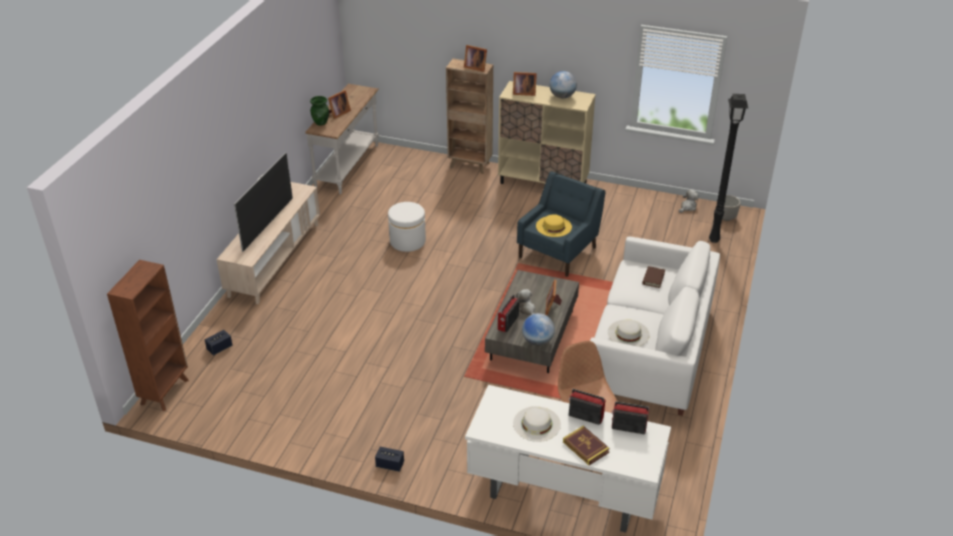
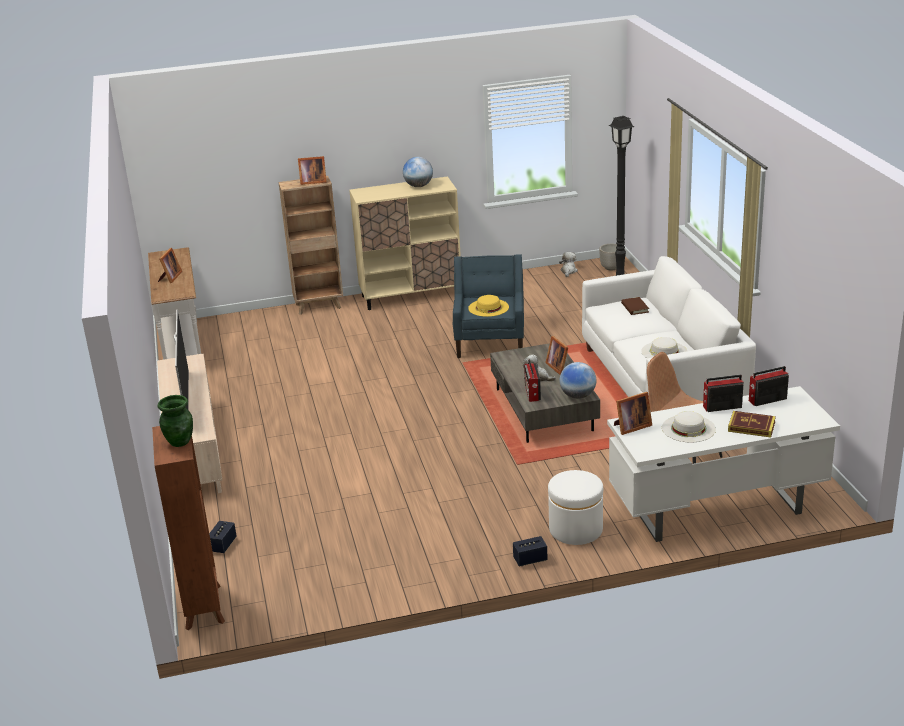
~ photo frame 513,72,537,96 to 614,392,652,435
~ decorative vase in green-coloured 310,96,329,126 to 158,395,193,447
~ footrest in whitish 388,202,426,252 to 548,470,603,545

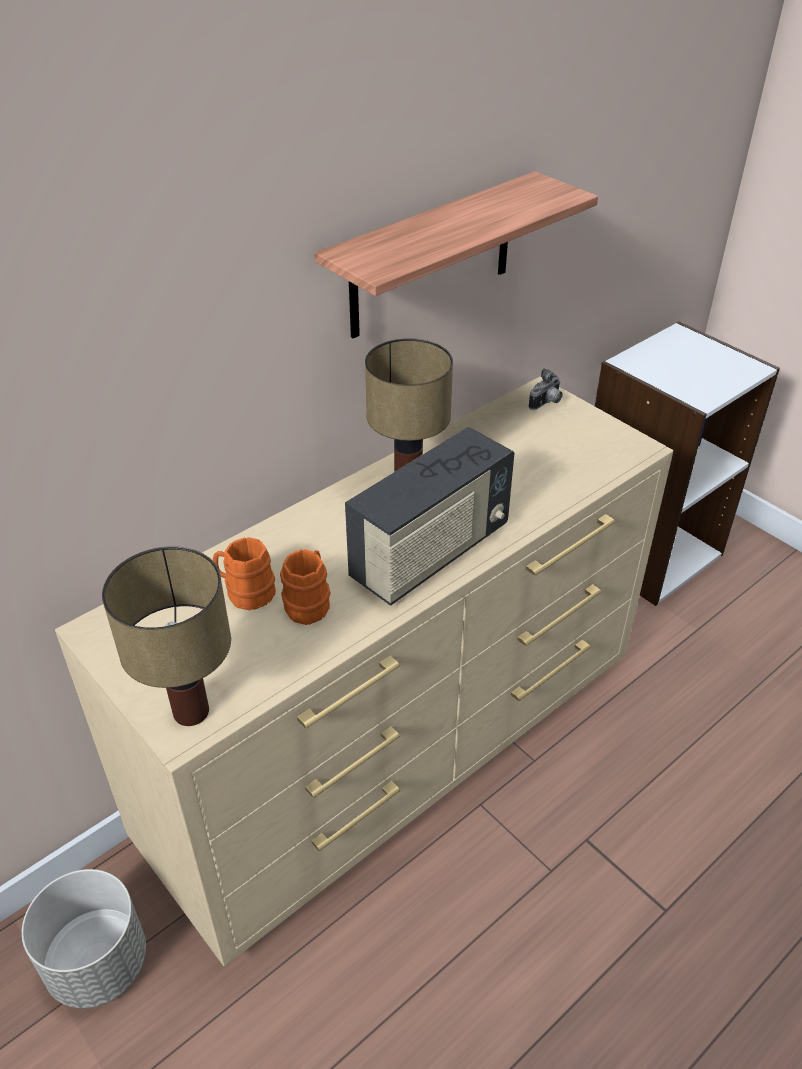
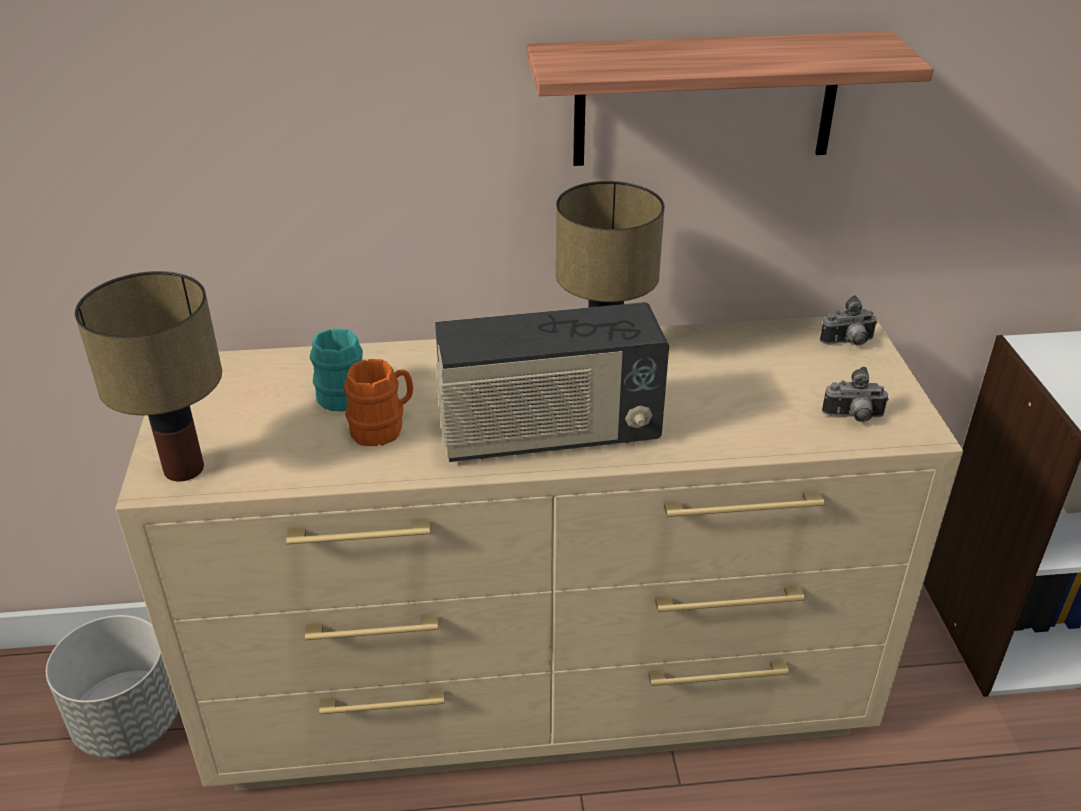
~ mug in orangey 213,537,276,610 to mug in turquoise 310,328,363,412
+ photo camera 822,367,889,422

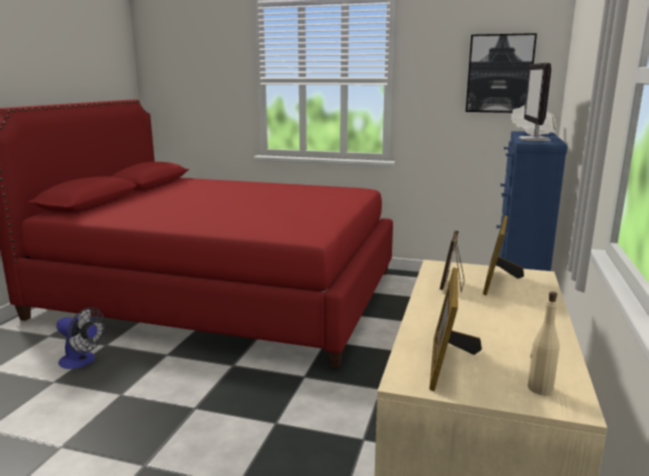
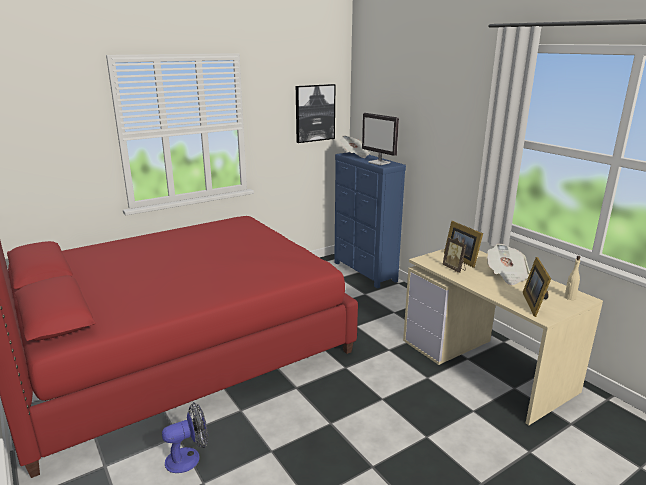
~ photo frame 429,268,482,391 = 522,257,551,317 45 degrees clockwise
+ printed paper 487,244,530,285

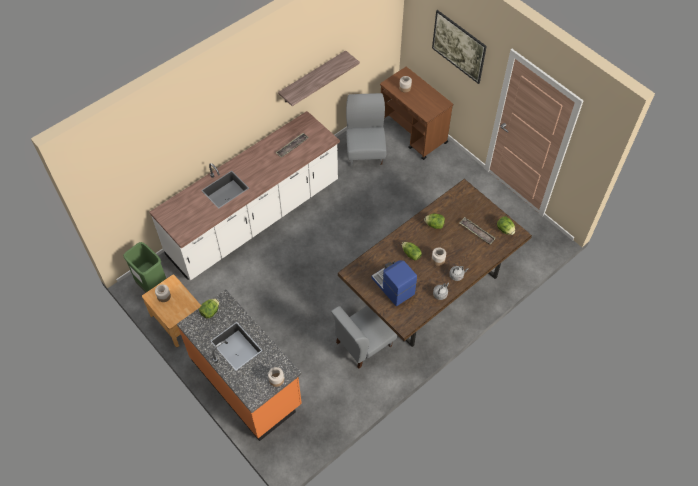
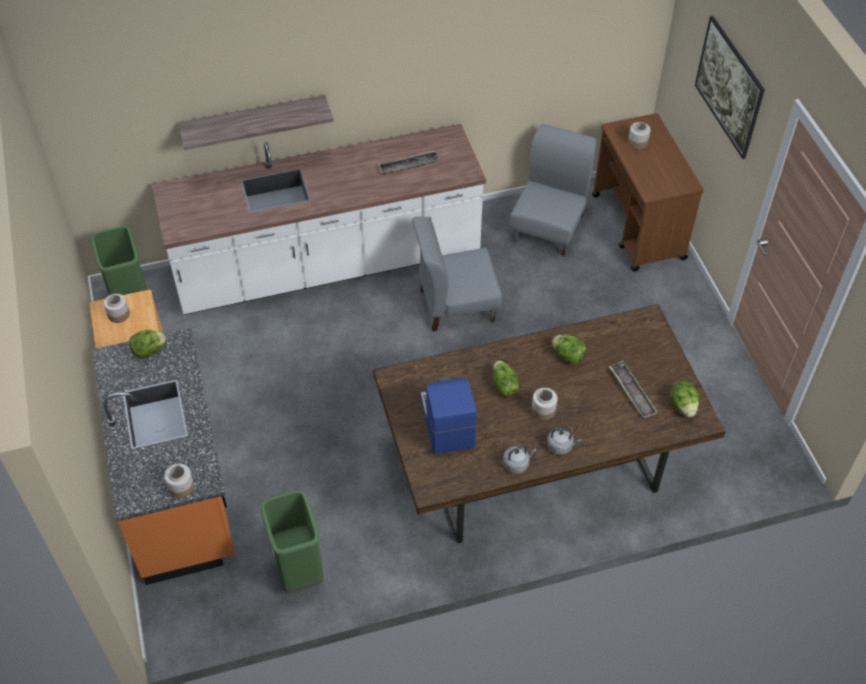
~ wall shelf 278,50,360,106 to 178,95,333,150
~ upright chair in grey 331,305,397,369 to 412,216,502,331
+ rubbish bin in green-coloured 261,490,324,593

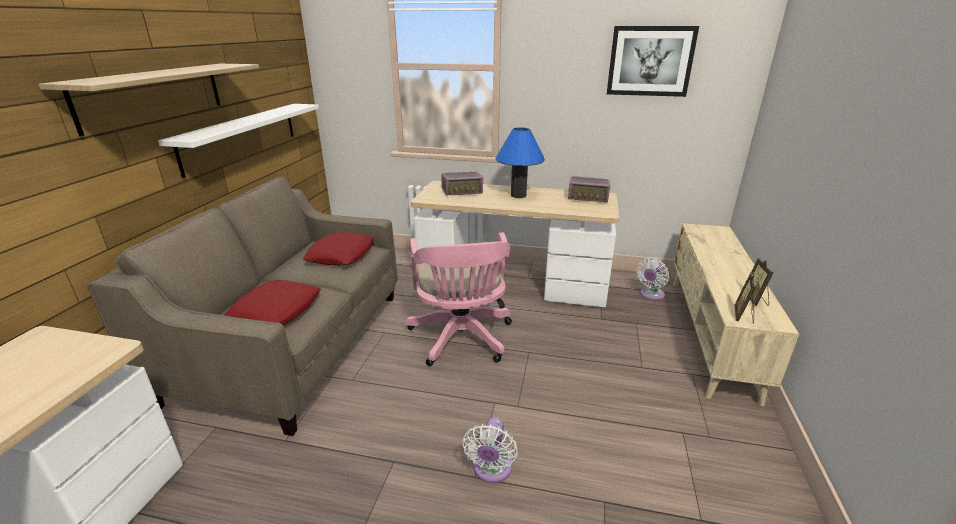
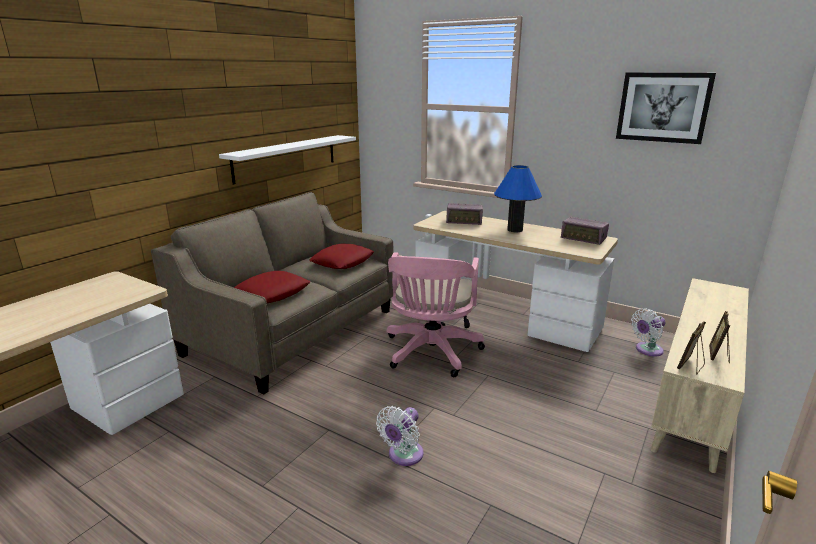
- wall shelf 39,64,259,136

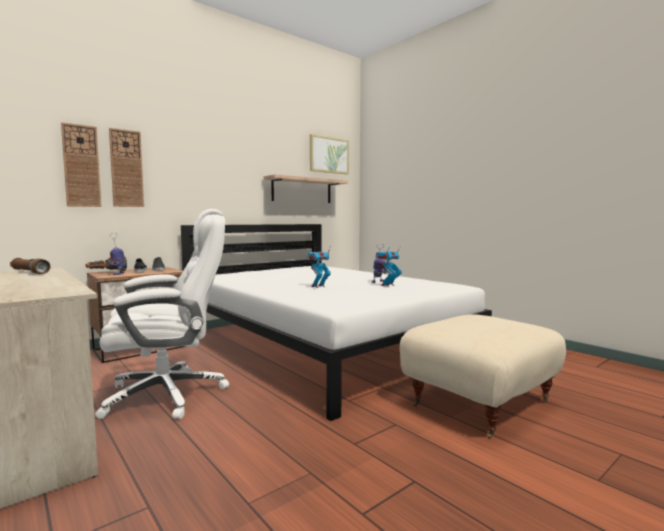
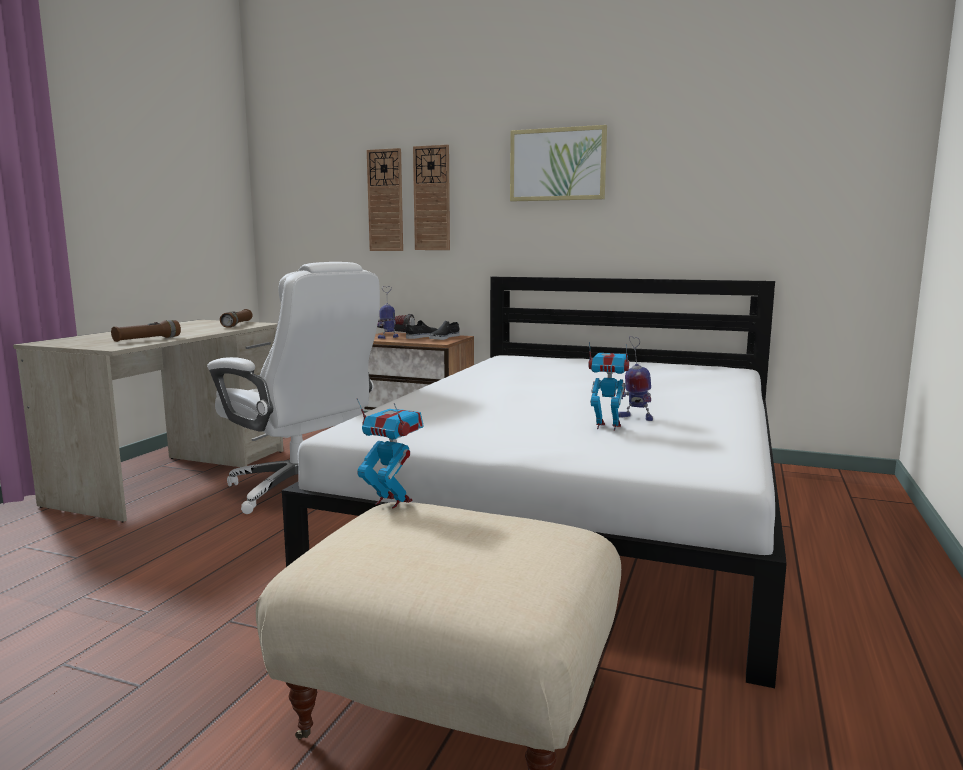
~ wall picture 310,134,349,174 to 510,125,607,201
- wall shelf 264,174,348,203
~ robot figure 307,246,331,288 to 357,398,424,509
+ flashlight in brown 111,320,181,342

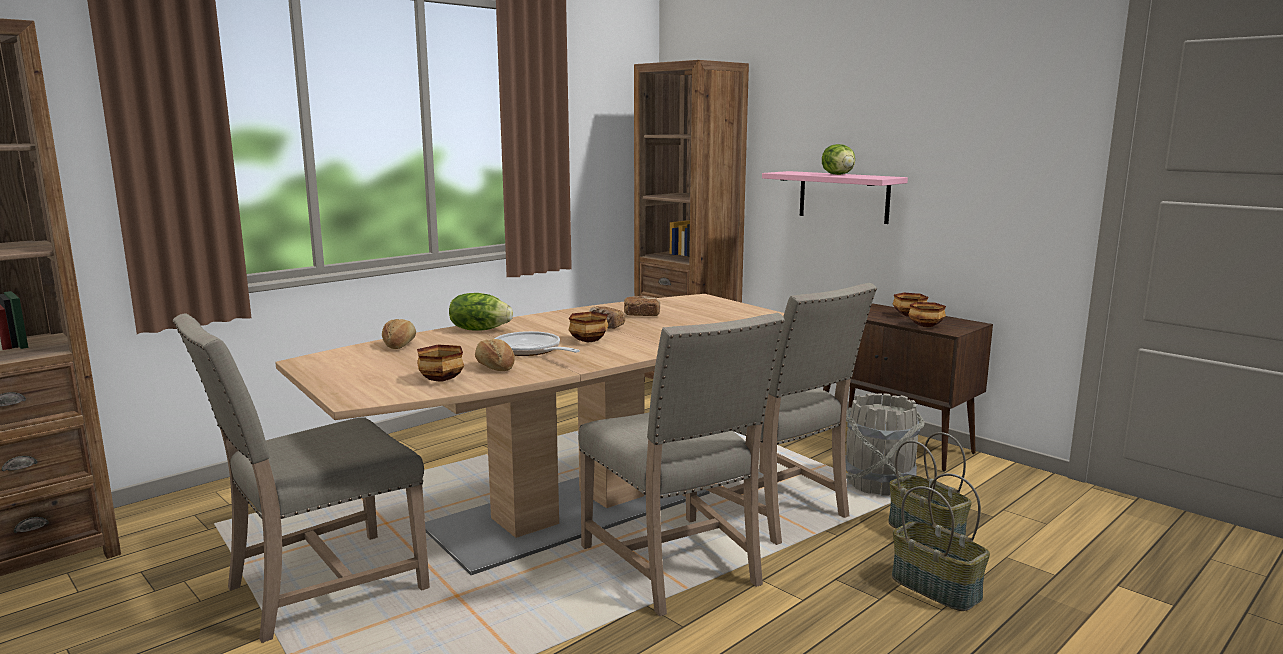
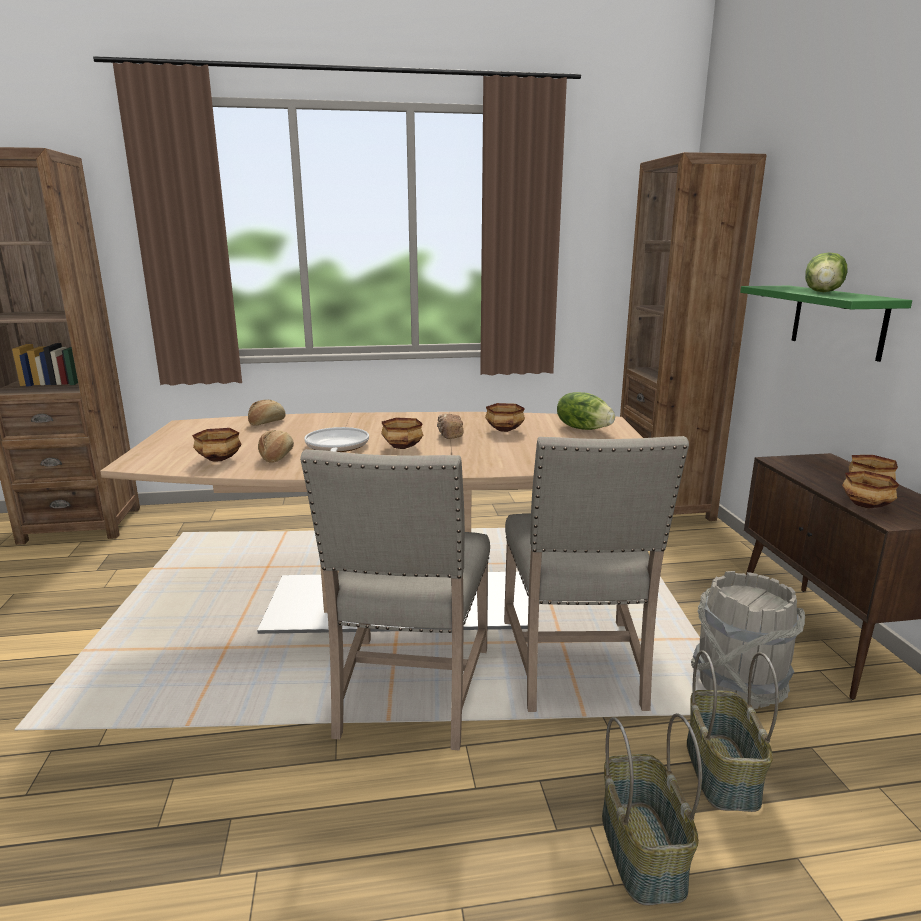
~ wall shelf in pinkish 762,171,908,224 to wall shelf in green-coloured 740,286,912,362
~ lettuce head 449,293,513,331 to 557,392,615,430
~ baked bread 624,296,660,316 to deep dish 485,403,525,432
- upright chair in beige-coloured 173,313,430,643

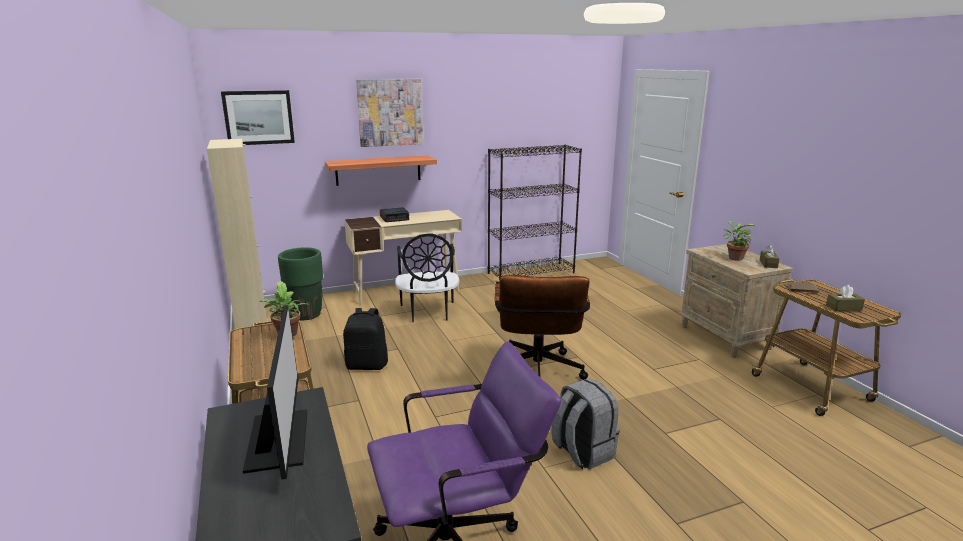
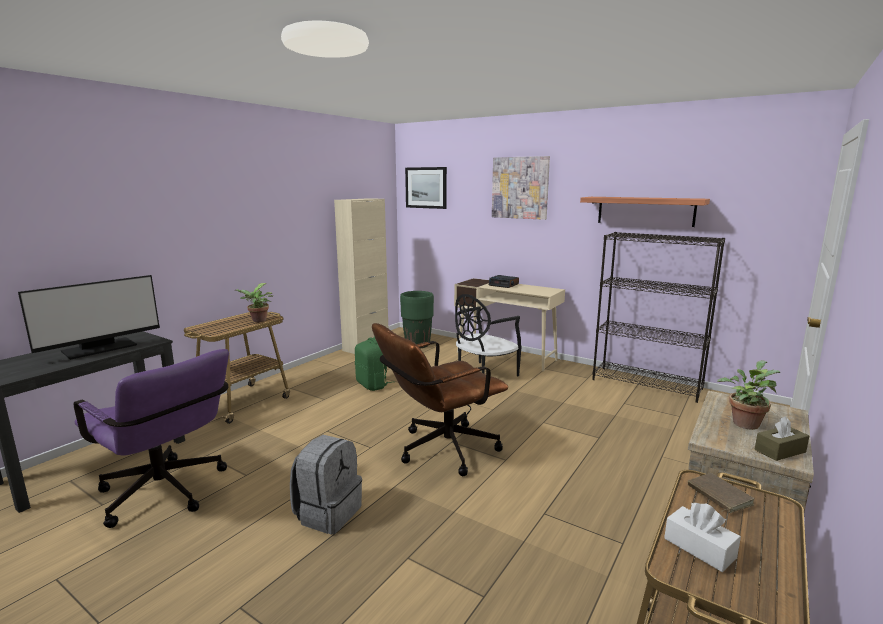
~ wall shelf 325,155,437,186 to 580,197,710,227
~ tissue box in brown 826,285,865,311 to tissue box in whitish 664,503,741,572
~ knapsack in blackish 343,308,388,370 to knapsack in green-coloured 355,336,392,391

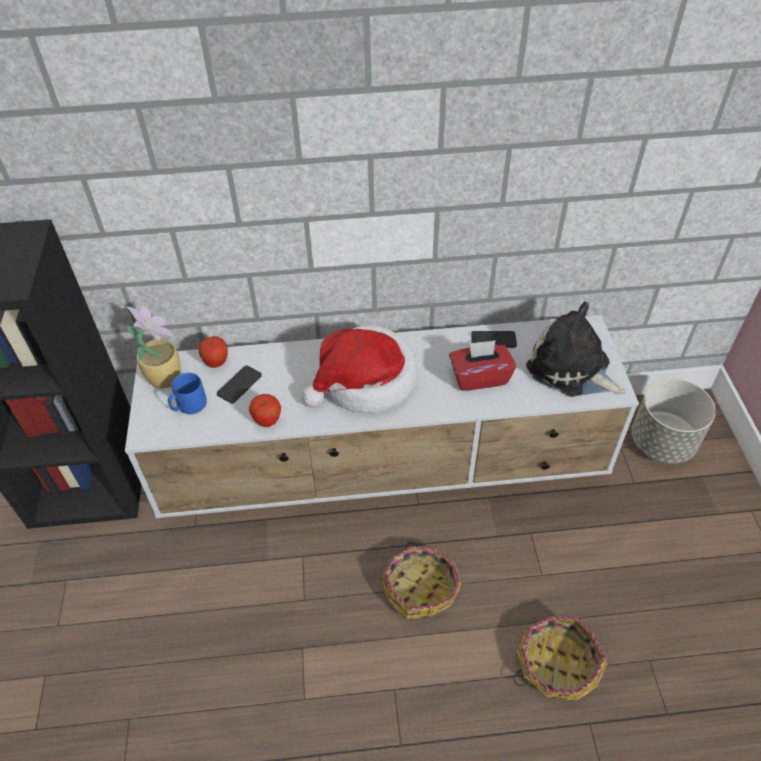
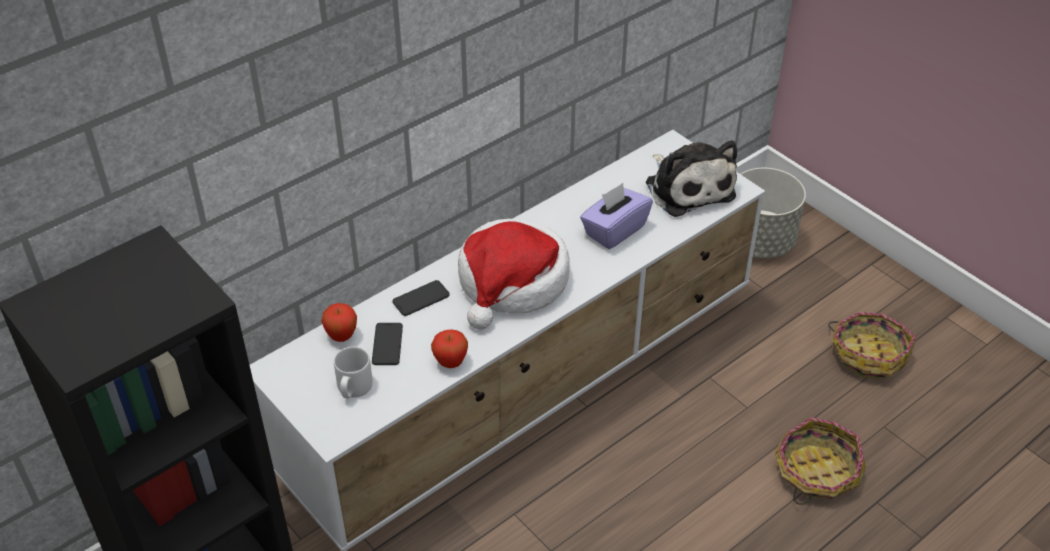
~ cuddly toy 526,302,626,397 = 646,140,737,217 120 degrees counterclockwise
- plant in a pot 127,304,181,388
~ telephone 471,331,517,348 to 393,280,450,316
~ tissue box in red 449,340,516,391 to tissue box in purple-coloured 580,183,653,249
~ mug in bluish 168,373,207,414 to mug in grey 334,347,373,398
~ storage basket 381,542,462,620 to 828,312,916,379

